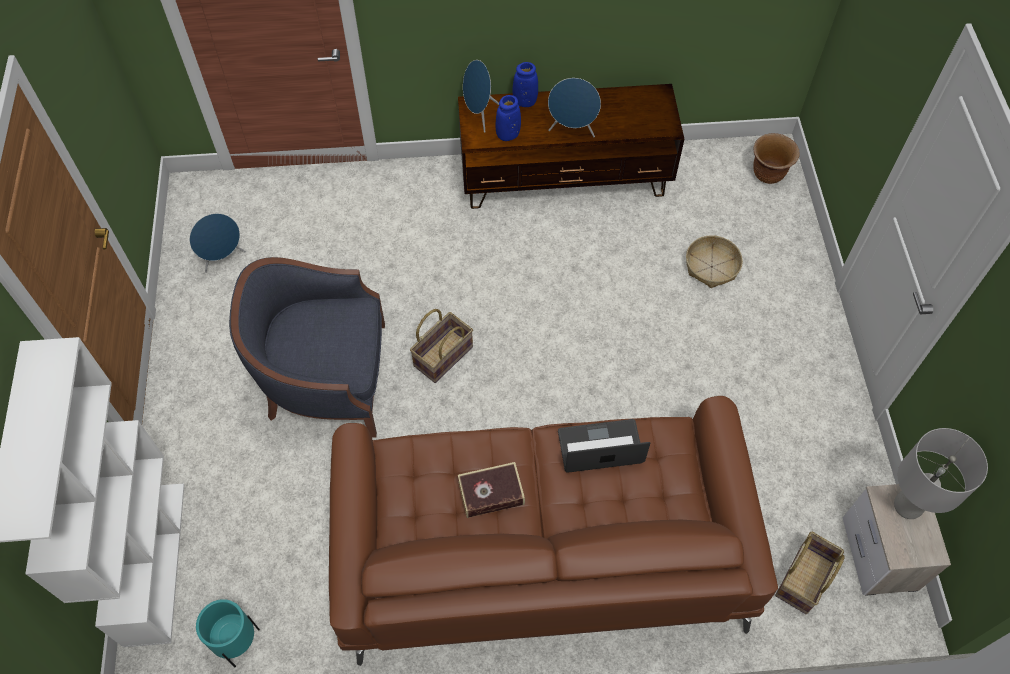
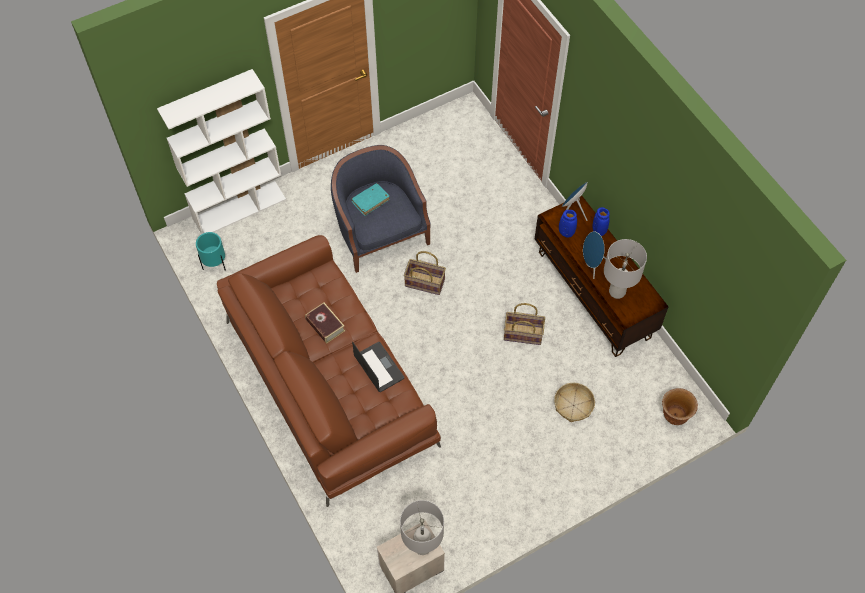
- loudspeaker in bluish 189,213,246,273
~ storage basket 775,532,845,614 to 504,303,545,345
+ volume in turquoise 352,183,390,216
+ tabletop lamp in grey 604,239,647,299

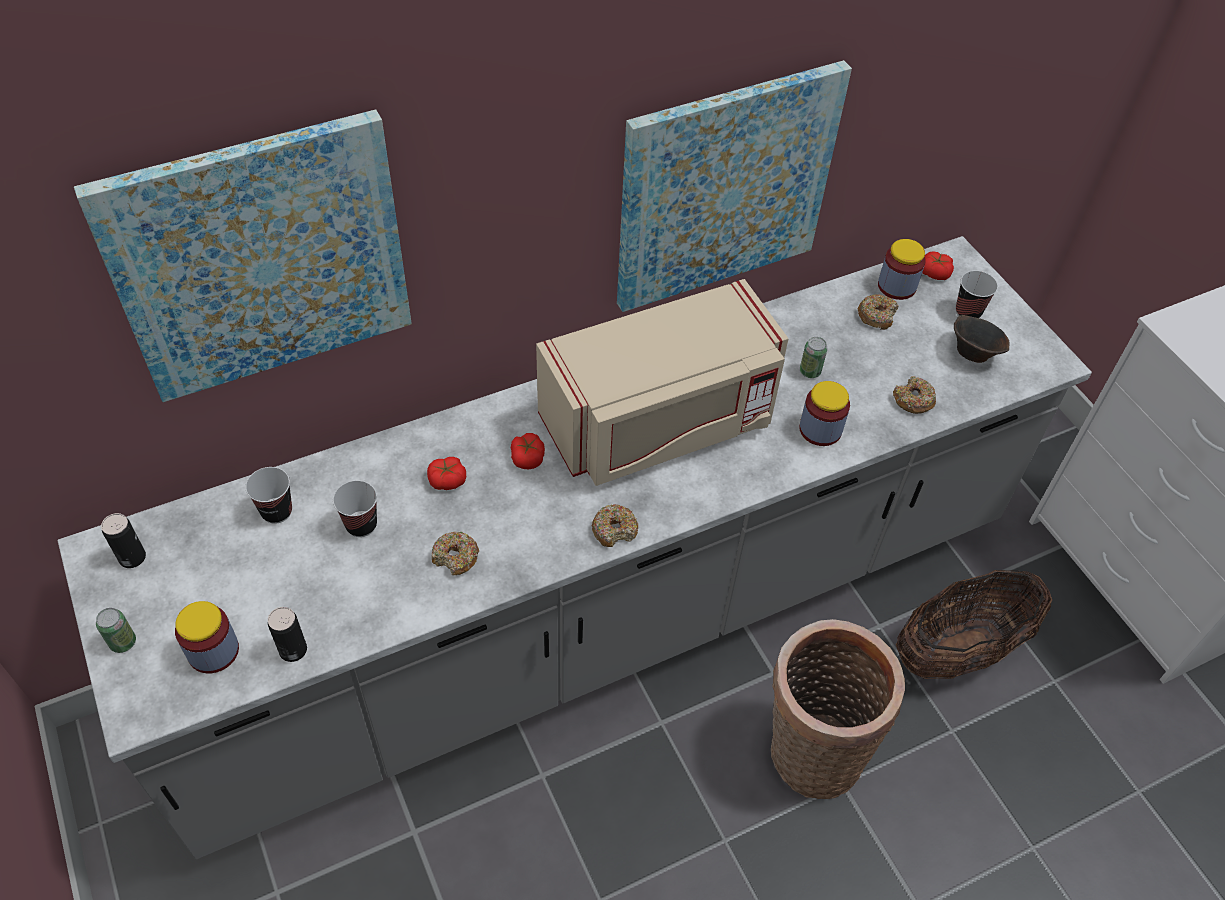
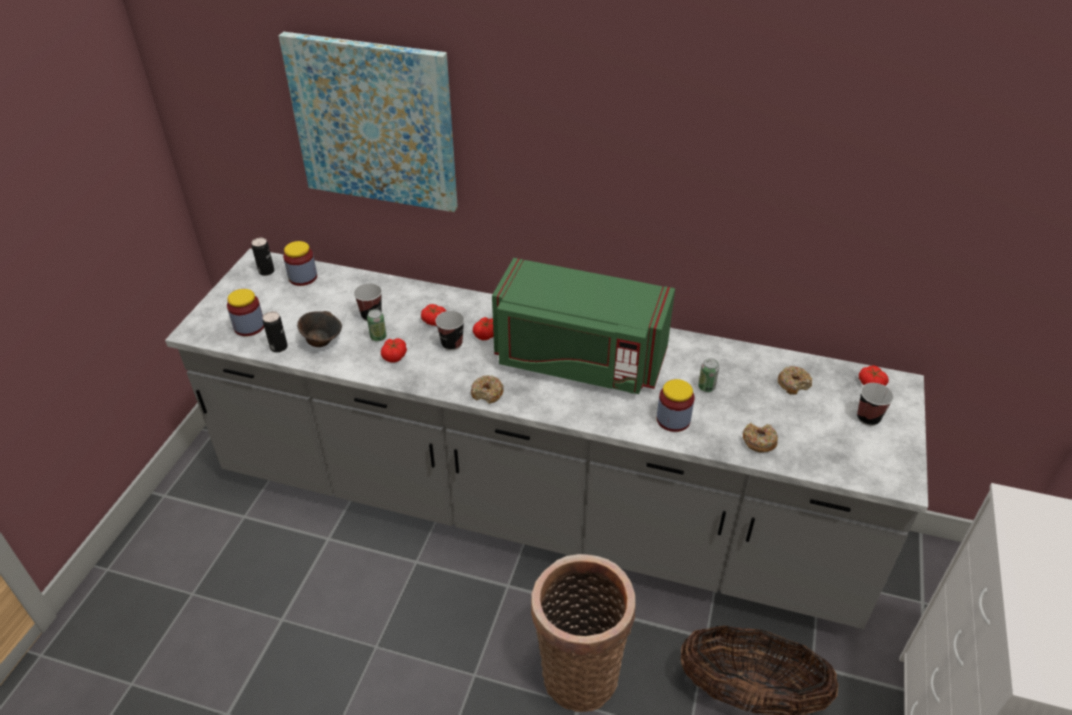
- wall picture 617,60,852,312
~ storage jar 878,239,926,300 to 283,241,317,286
~ microwave in beige-coloured 536,279,788,486 to microwave in green-coloured 492,258,675,394
~ deep dish in brown 954,315,1010,363 to 297,311,342,347
~ small cup 245,467,292,524 to 435,311,465,351
~ donut 432,531,479,575 to tomato 381,338,407,362
~ metal can 96,608,136,653 to 367,309,386,341

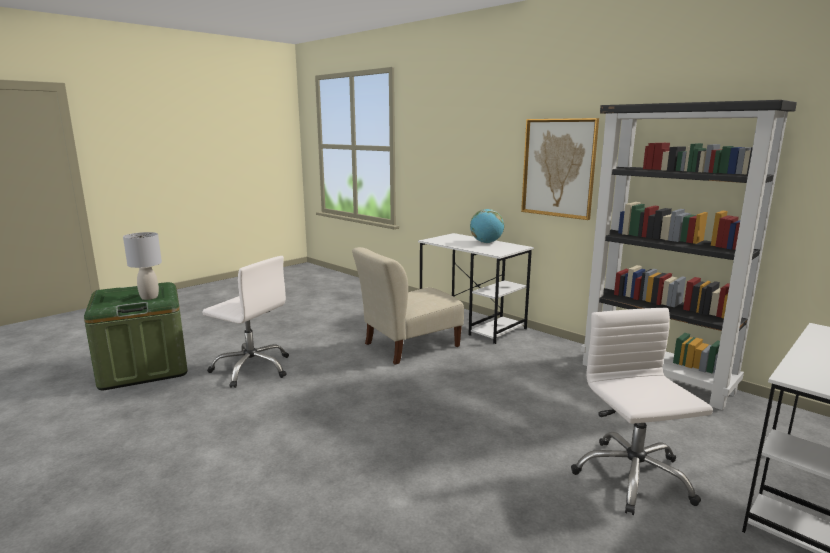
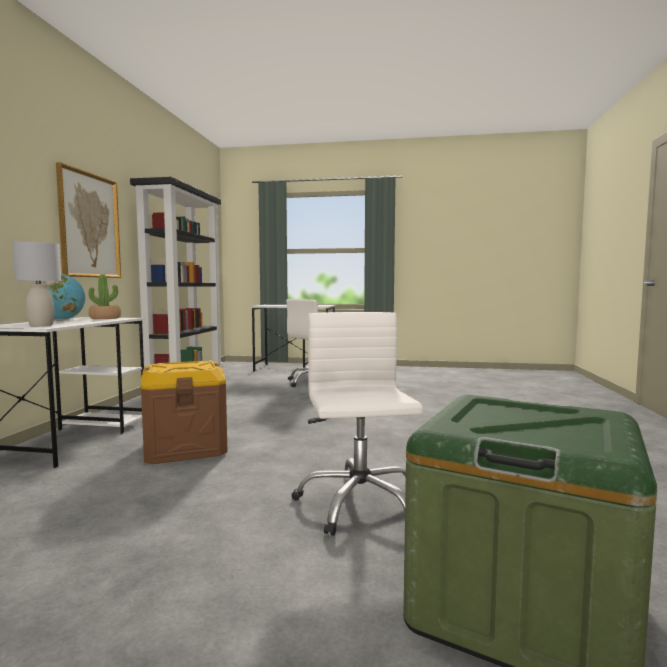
~ tabletop lamp in grey 123,232,162,300 to 12,242,61,326
~ upright chair in beige-coloured 352,247,464,365 to storage box in brown 141,361,227,464
+ plant in a pot 88,274,121,319

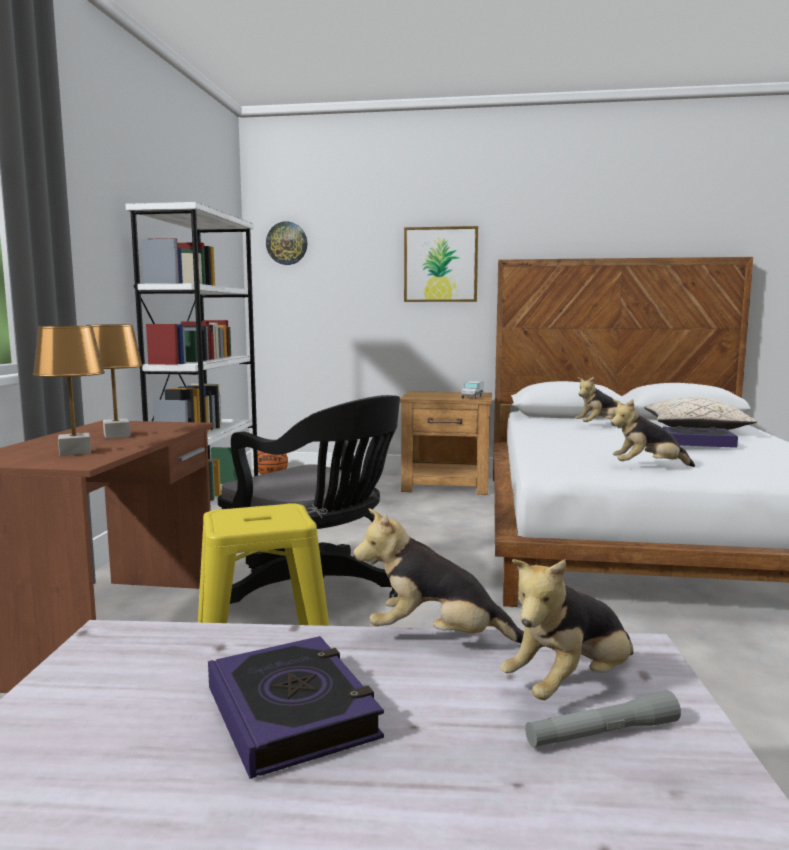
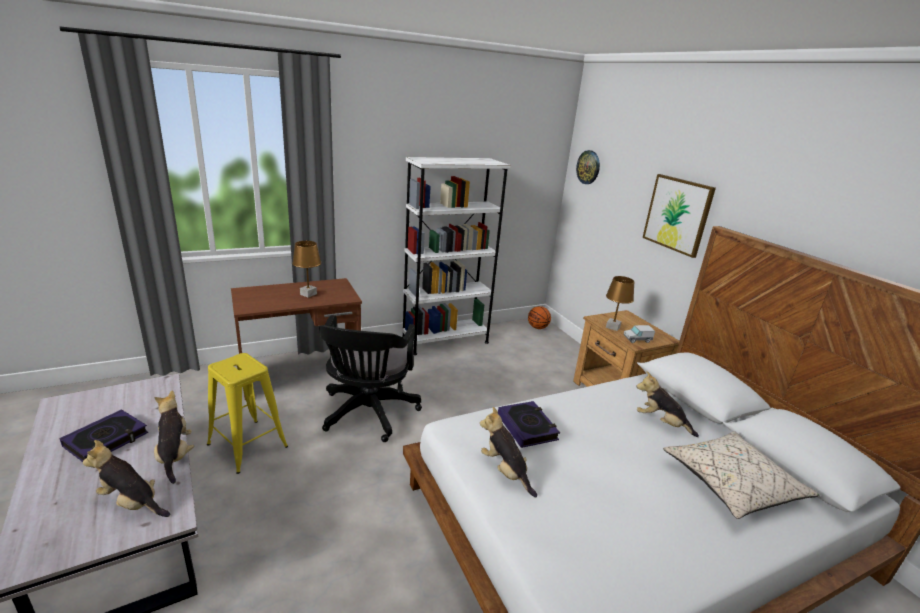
~ tabletop lamp in brown 32,326,105,456 to 606,276,634,331
~ volume 663,426,738,448 to 498,401,560,448
- flashlight in grey 525,690,681,748

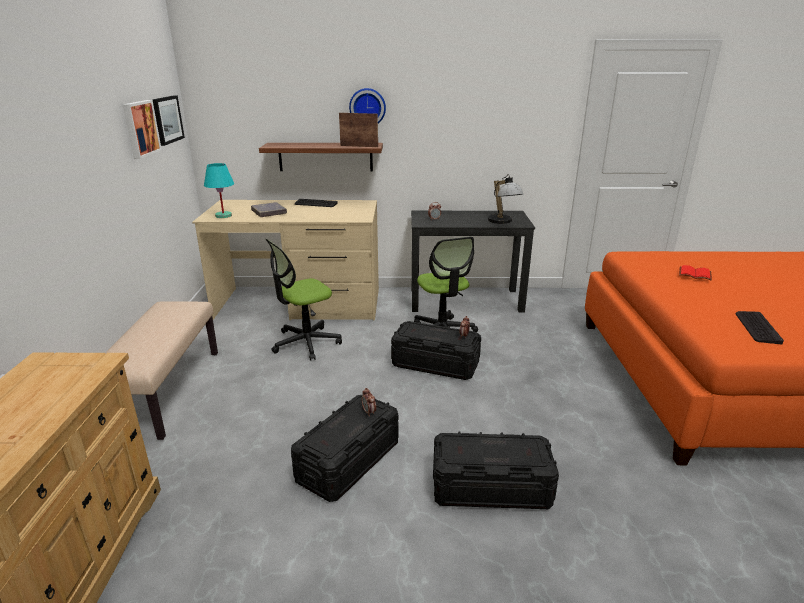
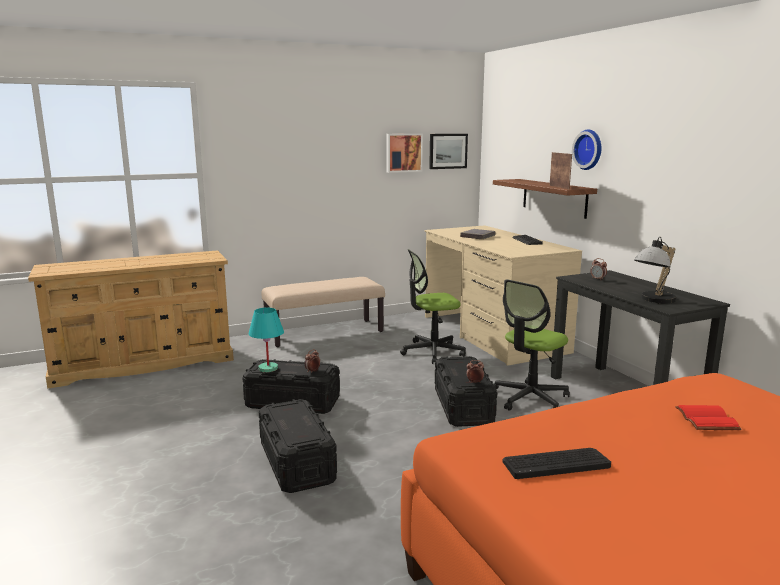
~ tabletop lamp in turquoise 204,163,234,218 to 248,308,284,372
~ desk chair 266,239,342,360 = 400,249,466,364 45 degrees counterclockwise

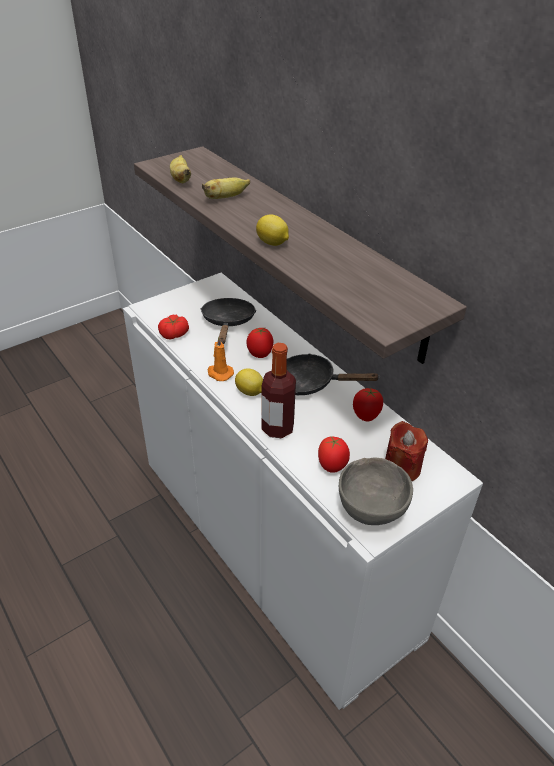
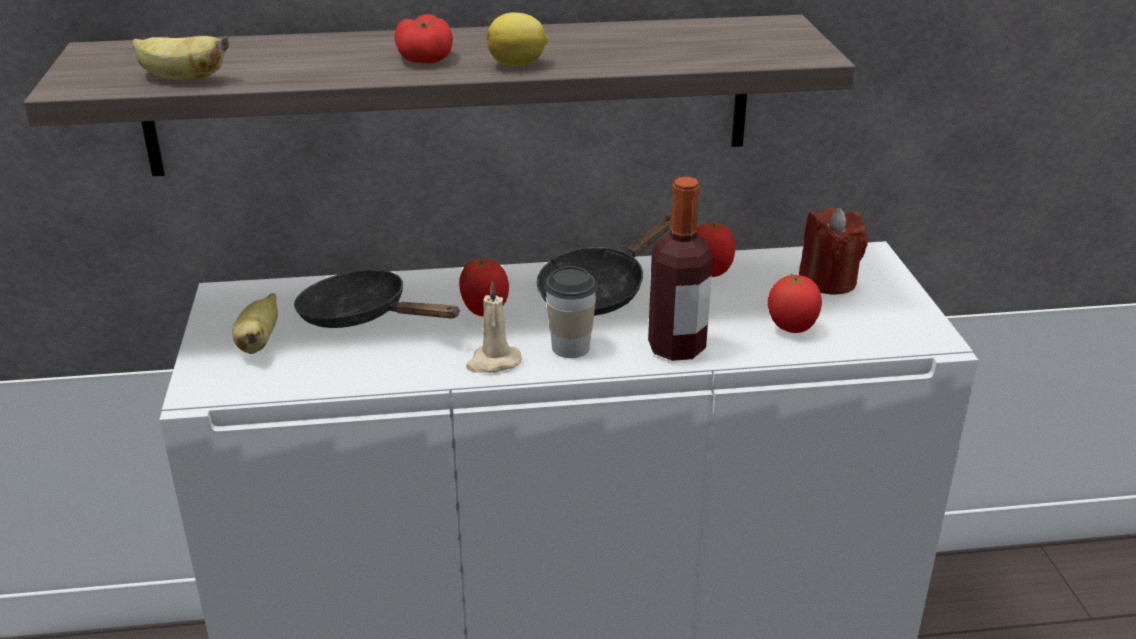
~ whole banana 202,177,250,199 to 232,293,278,354
~ tomato 158,315,189,339 to 394,14,453,64
~ candle in orangey 208,336,234,381 to candle in beige-coloured 466,282,522,373
~ citrus fruit 235,368,263,396 to small cup 545,266,597,358
- deep dish in grey 339,457,413,525

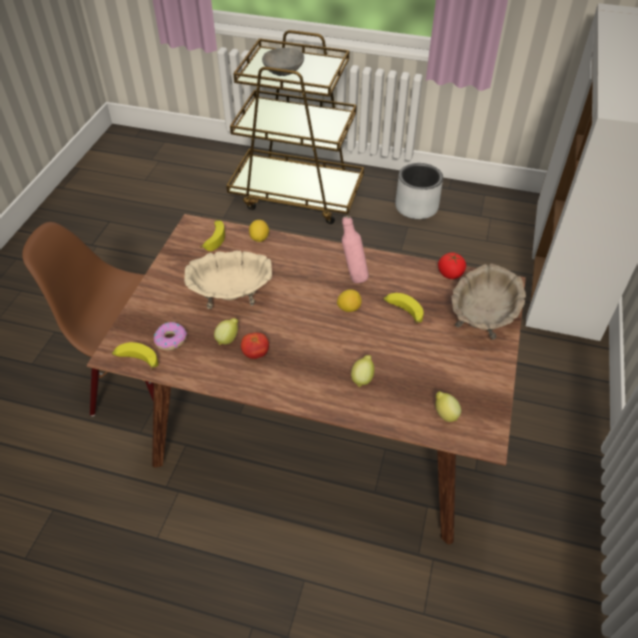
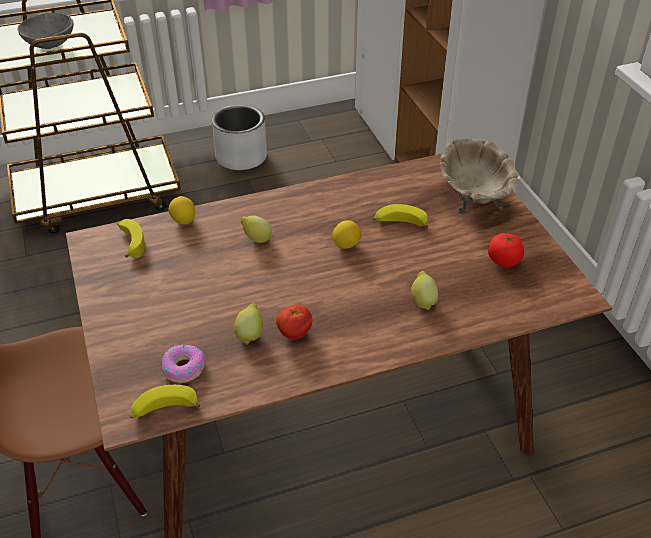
- drink bottle in pinkish 342,216,369,283
- deep dish in beige-coloured 184,250,272,309
~ tomato 438,252,466,279 to 488,233,524,267
~ citrus fruit 435,391,461,422 to 240,216,272,243

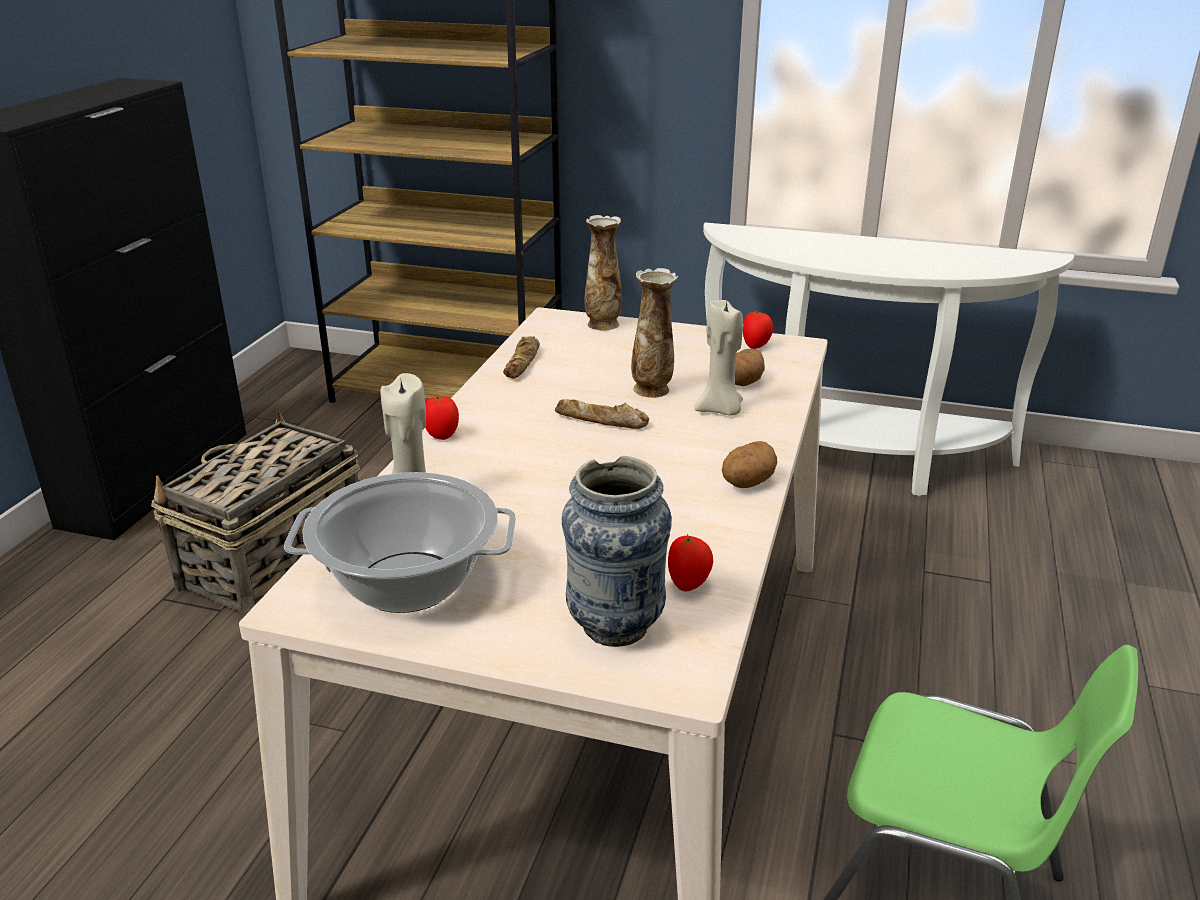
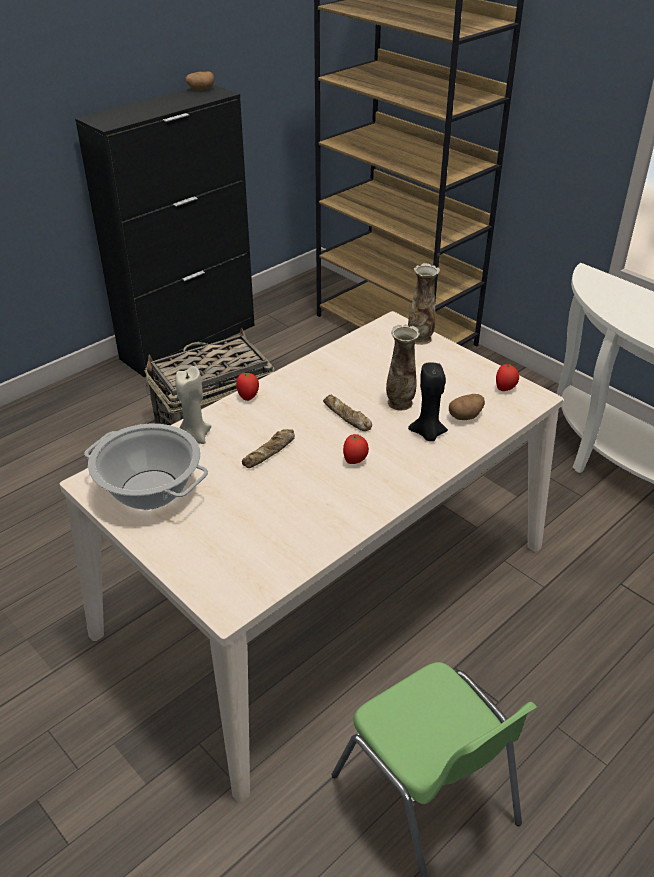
~ candle in beige-coloured 694,300,743,416 to candle in blackish 408,362,448,441
~ baked bread 503,336,540,379 to 242,429,295,468
~ potato 722,441,777,488 to 185,71,214,90
- decorative vase 562,456,672,647
~ tomato 668,534,713,591 to 343,434,369,464

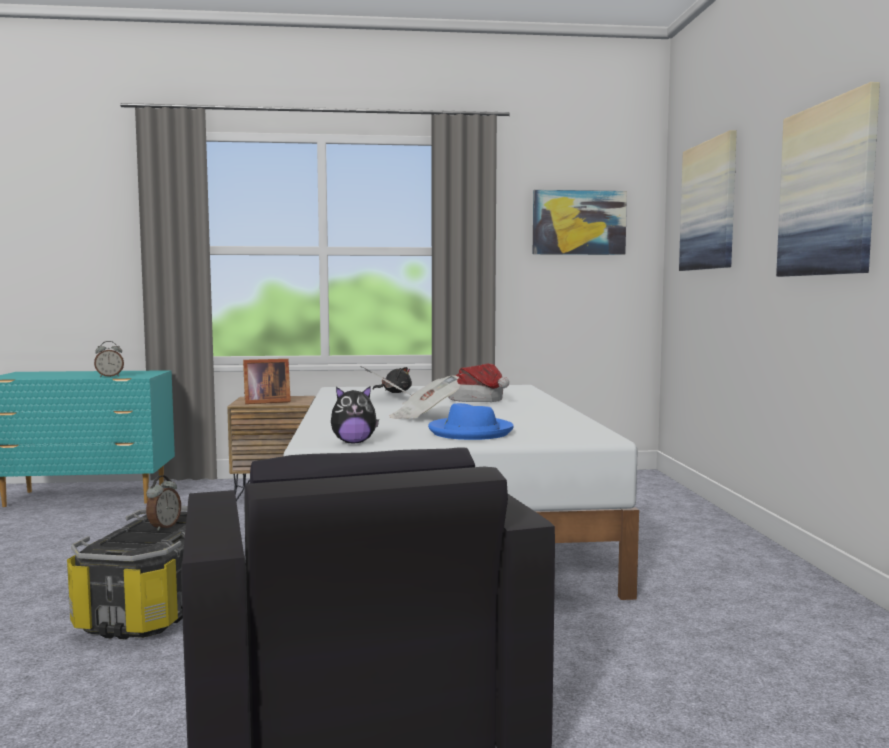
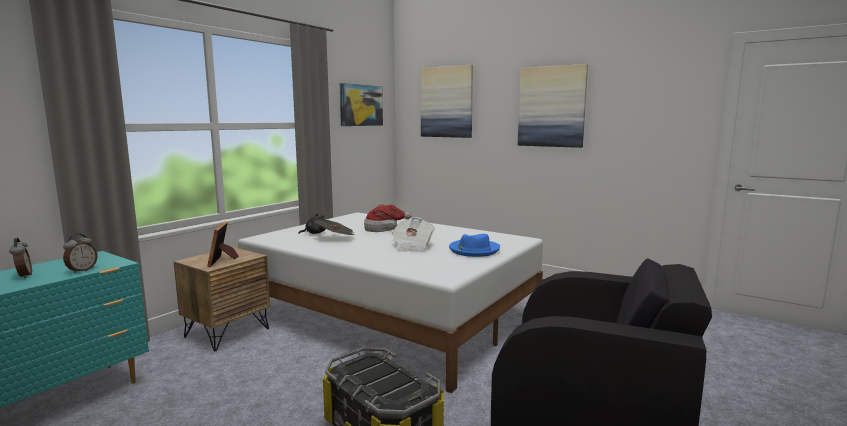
~ photo frame 243,359,291,404 = 207,222,239,267 150 degrees clockwise
- cuddly toy 331,386,379,444
~ alarm clock 146,475,181,531 to 9,238,32,278

